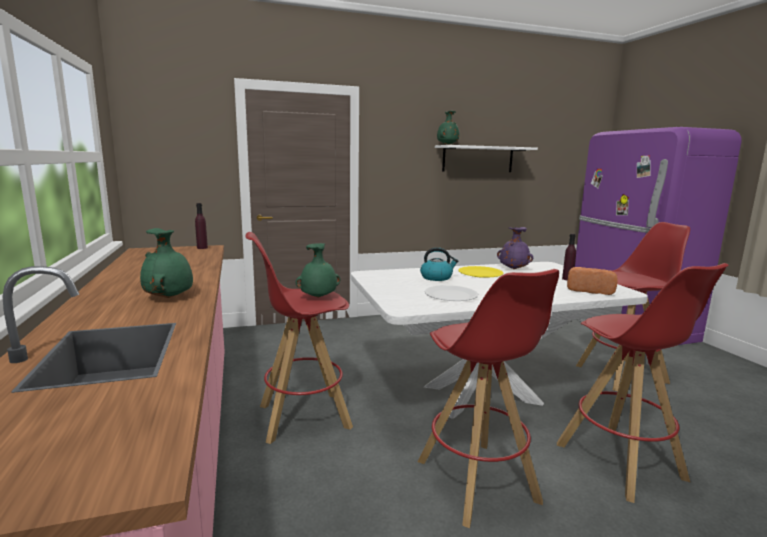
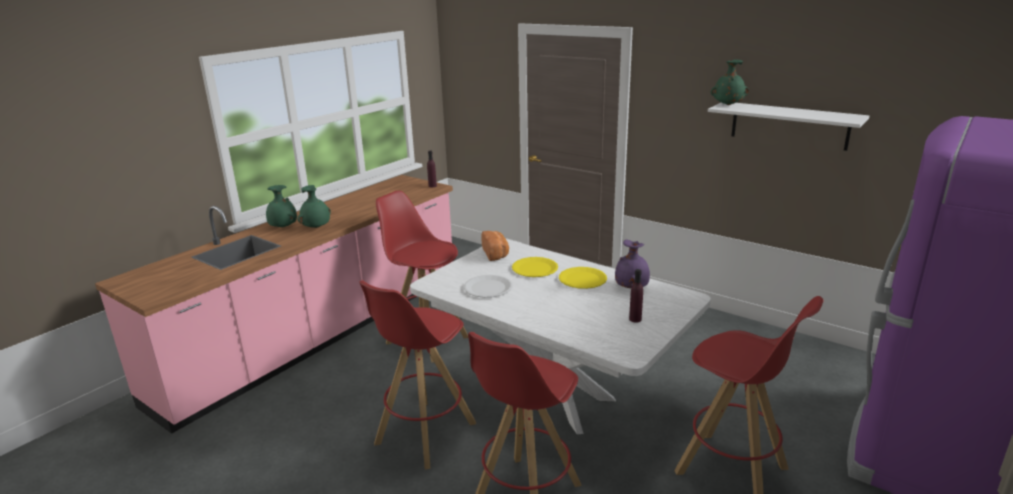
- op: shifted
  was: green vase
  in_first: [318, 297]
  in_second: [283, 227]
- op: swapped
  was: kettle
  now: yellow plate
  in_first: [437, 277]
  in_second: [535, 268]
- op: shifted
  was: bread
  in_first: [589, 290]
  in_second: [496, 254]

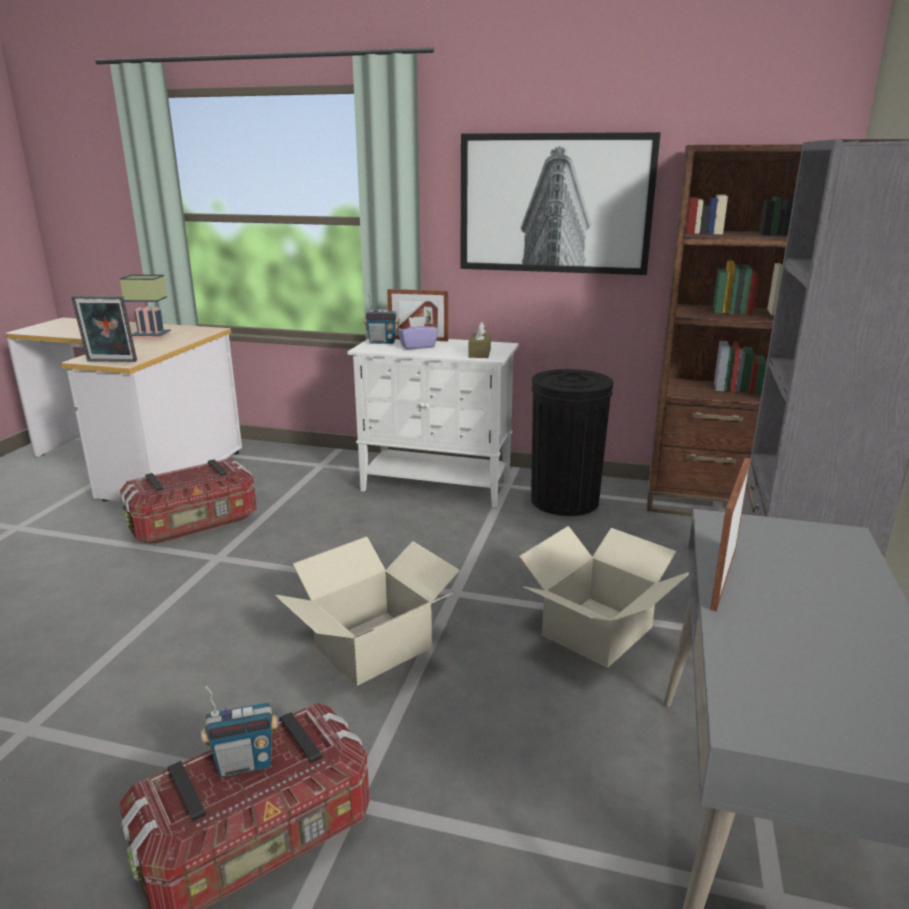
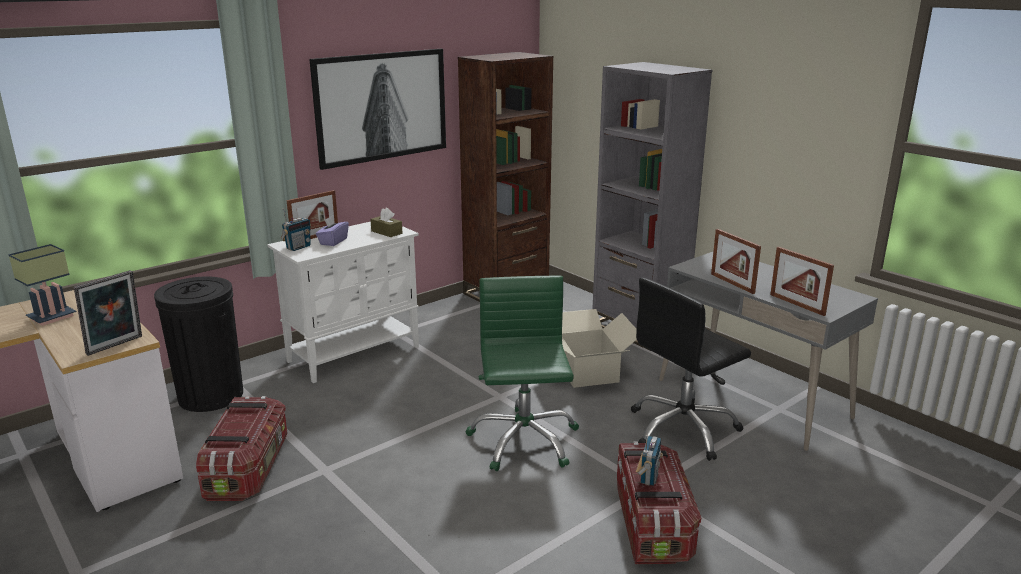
- op: shifted
  was: black trash can
  in_first: [565, 500]
  in_second: [211, 395]
- op: swapped
  was: cardboard box
  now: green office chair
  in_first: [374, 647]
  in_second: [523, 440]
- op: new
  now: picture frame
  in_second: [797, 304]
- op: new
  now: black office chair
  in_second: [683, 429]

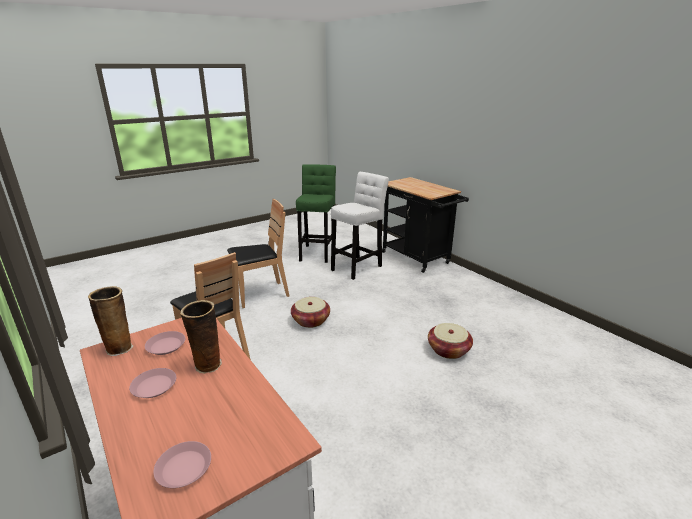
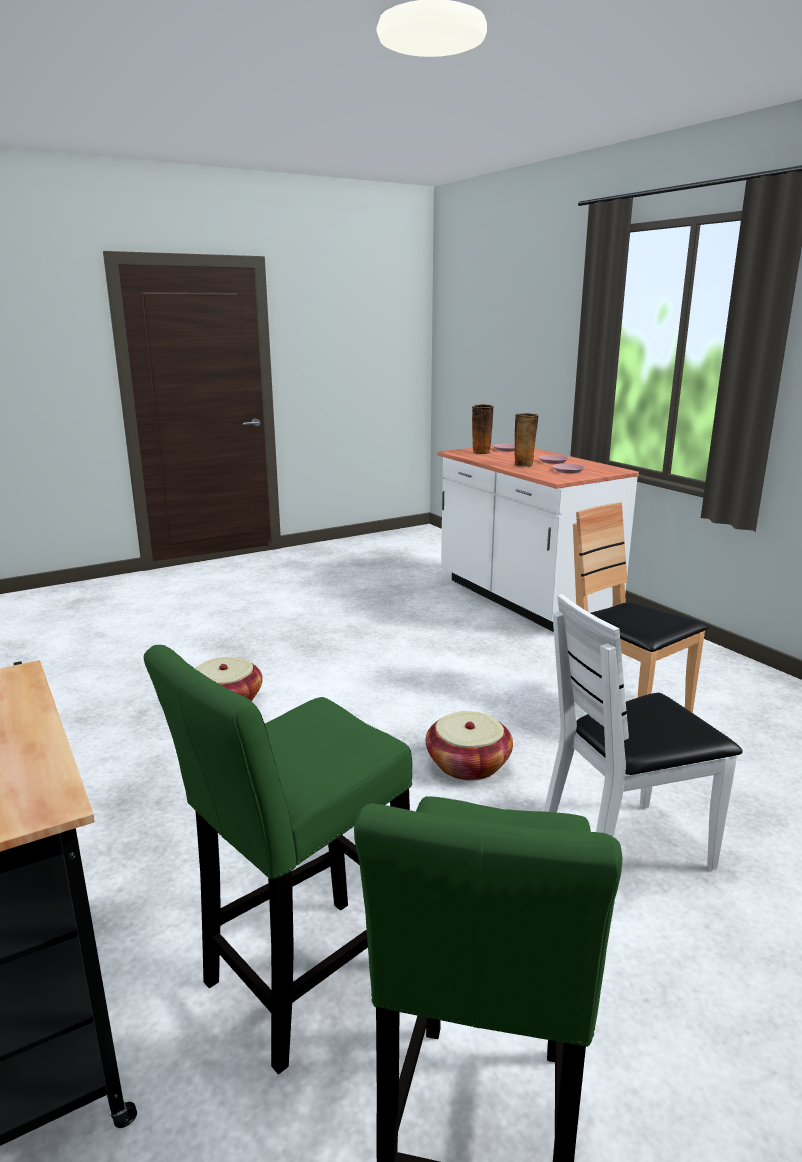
- op: repainted
  was: white stool
  now: green stool
  in_first: [358, 267]
  in_second: [301, 981]
- op: repainted
  was: brown chair
  now: white chair
  in_first: [260, 294]
  in_second: [624, 850]
- op: shifted
  was: vase
  in_first: [120, 347]
  in_second: [481, 453]

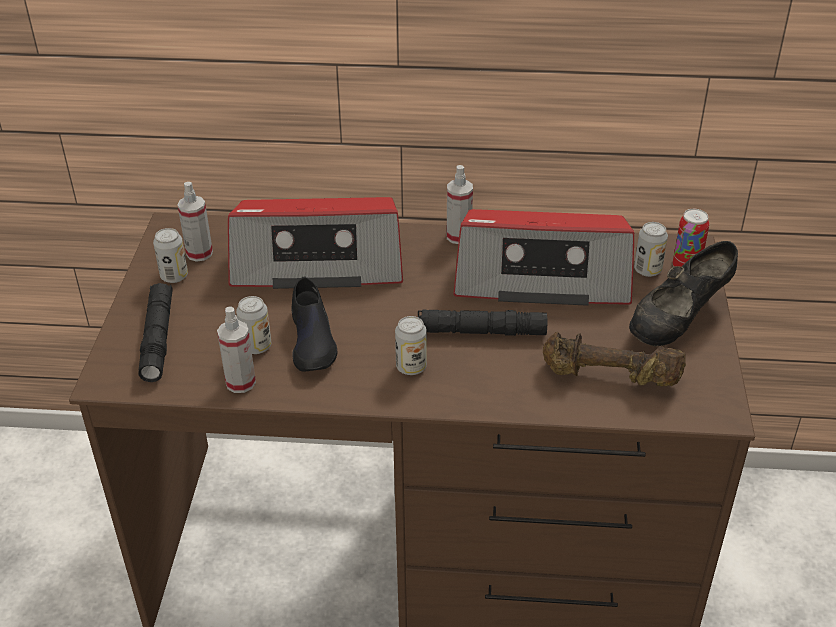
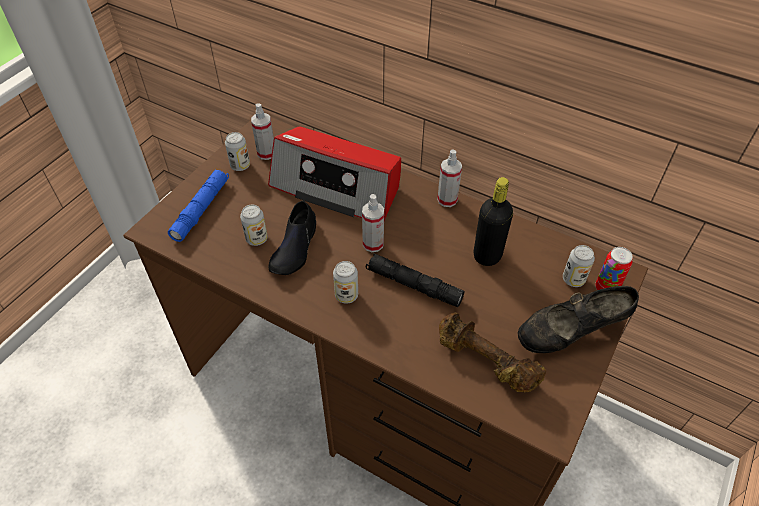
- op: swapped
  was: radio
  now: black bottle
  in_first: [542, 277]
  in_second: [487, 255]
- op: repainted
  was: black flashlight
  now: blue flashlight
  in_first: [158, 338]
  in_second: [201, 209]
- op: shifted
  was: spray bottle
  in_first: [240, 382]
  in_second: [373, 244]

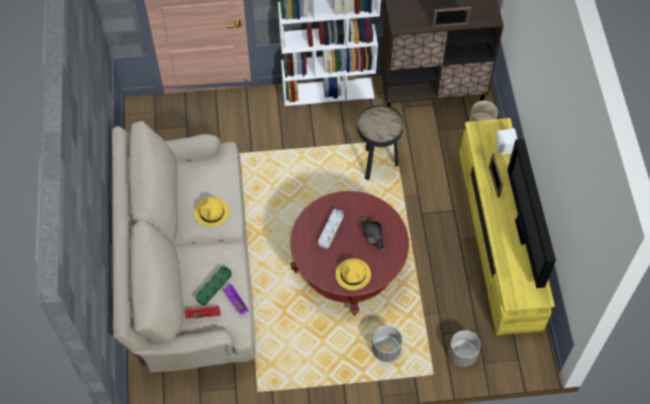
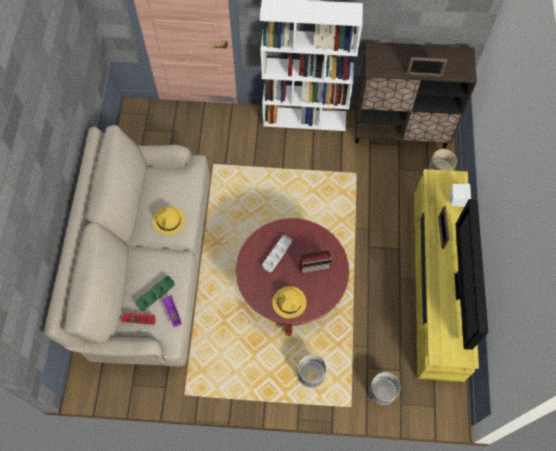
- op: gone
  was: black side table
  in_first: [377, 164]
- op: swapped
  was: black hat
  now: radio
  in_first: [372, 235]
  in_second: [315, 266]

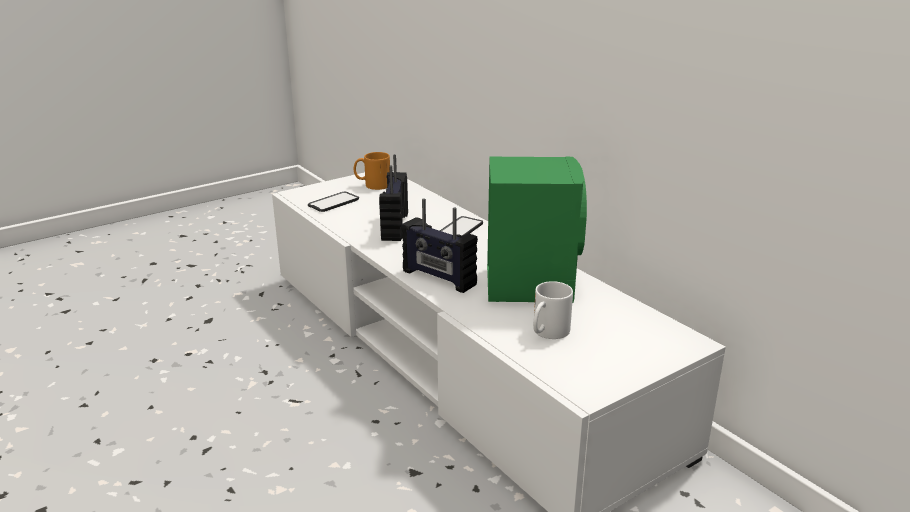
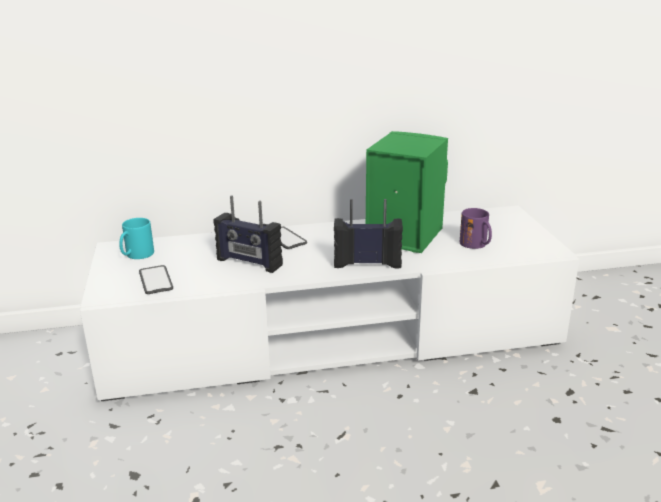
- op: repainted
  was: orange mug
  now: turquoise mug
  in_first: [372, 185]
  in_second: [136, 255]
- op: rotated
  was: radio
  in_first: [438, 278]
  in_second: [367, 263]
  clockwise: -150
- op: repainted
  was: white mug
  now: purple mug
  in_first: [547, 333]
  in_second: [477, 245]

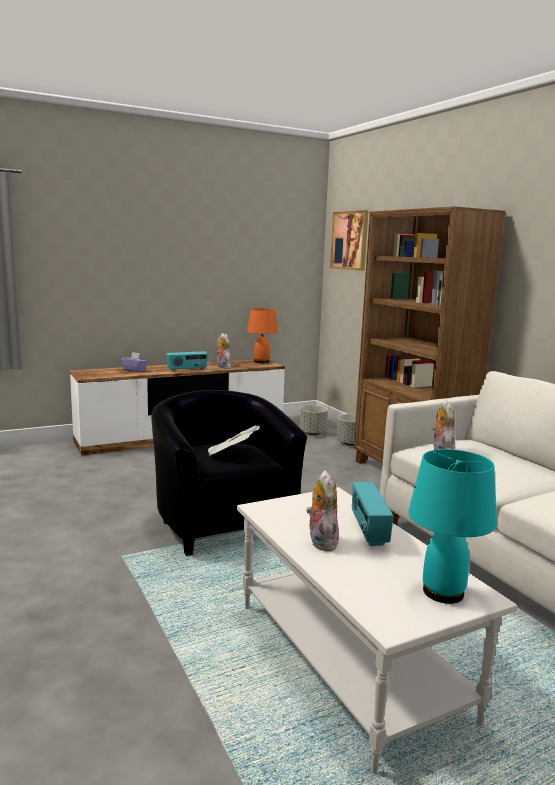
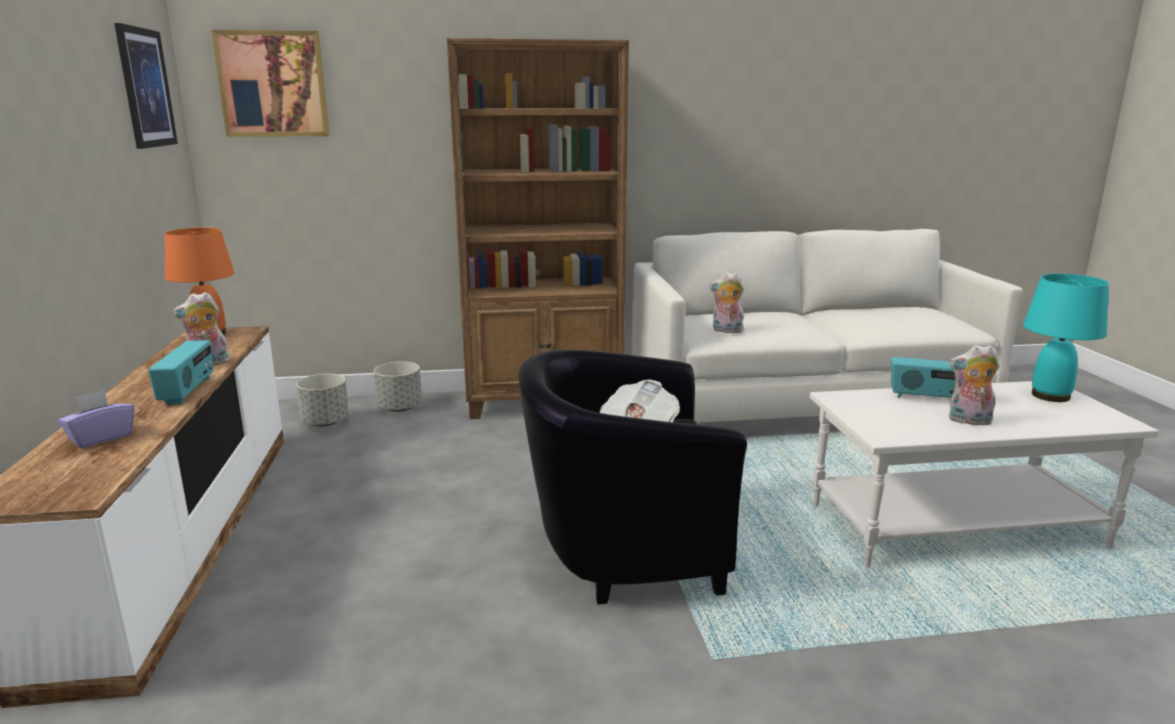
- op: new
  now: picture
  in_second: [145, 88]

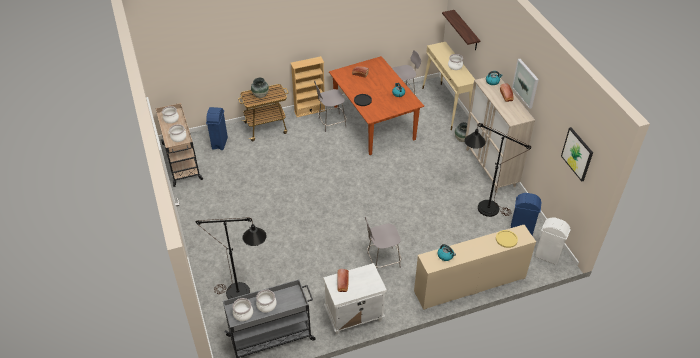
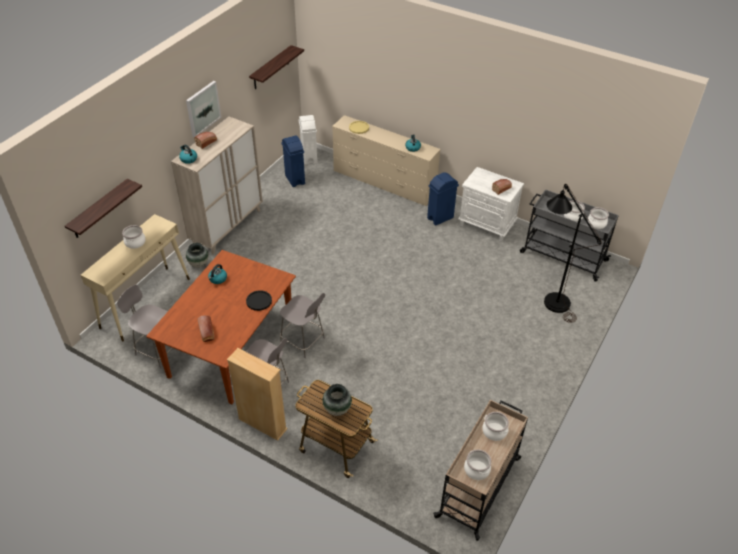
- op: shifted
  was: blue trash can
  in_first: [220, 143]
  in_second: [440, 218]
- op: gone
  was: black floor lamp
  in_first: [482, 207]
- op: swapped
  was: picture
  now: shelf
  in_first: [577, 154]
  in_second: [271, 68]
- op: shifted
  was: grey chair
  in_first: [382, 260]
  in_second: [303, 341]

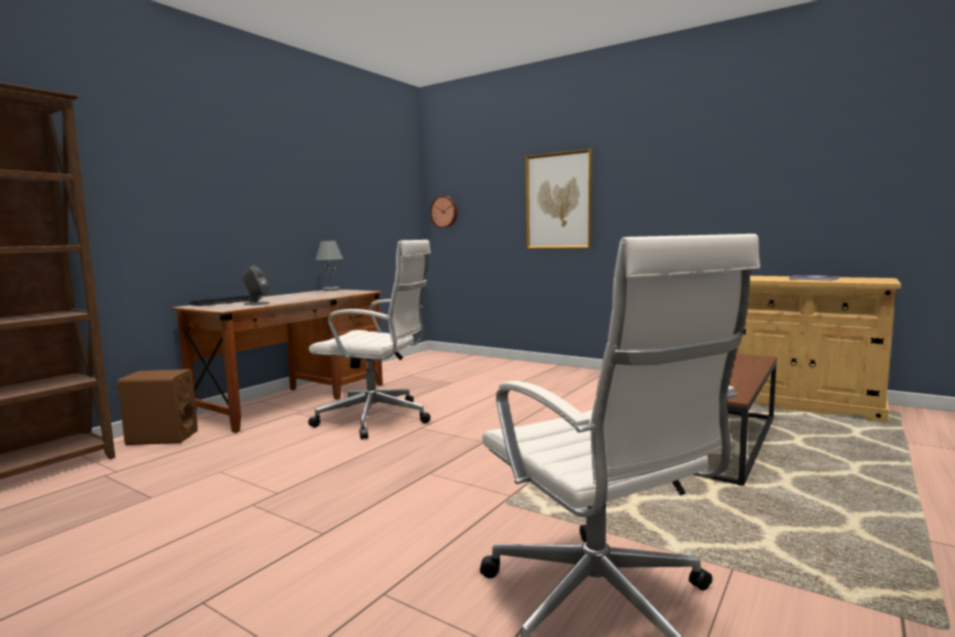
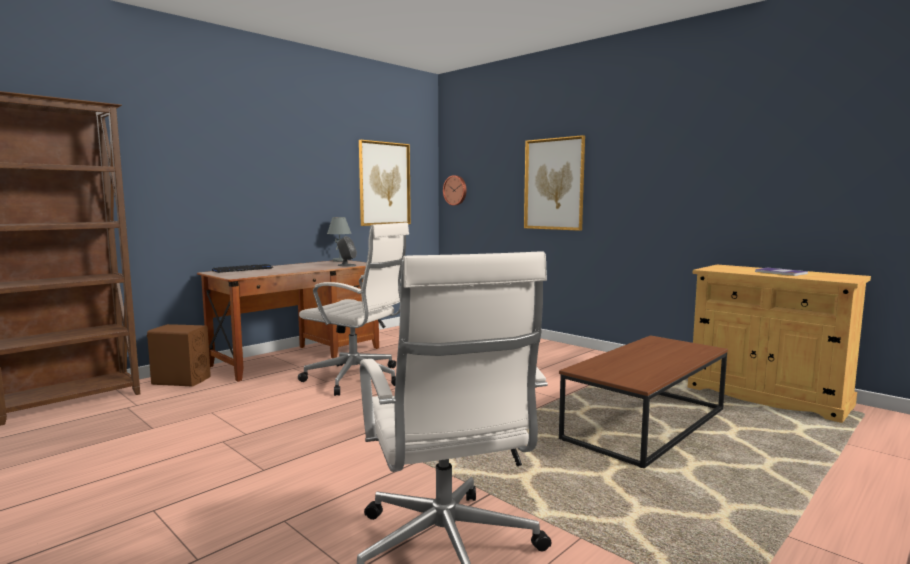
- op: shifted
  was: grey speaker
  in_first: [256, 304]
  in_second: [346, 265]
- op: new
  now: picture
  in_second: [384, 184]

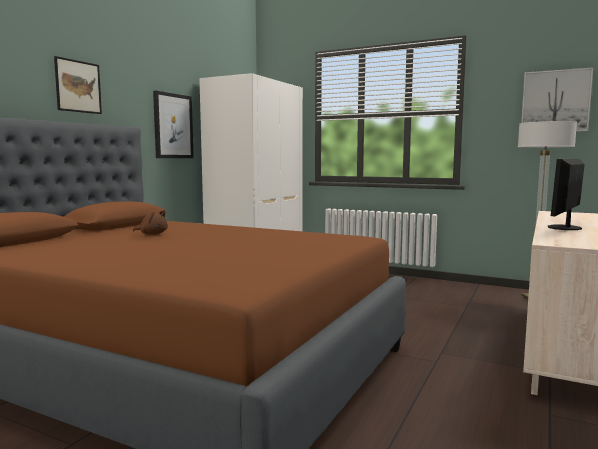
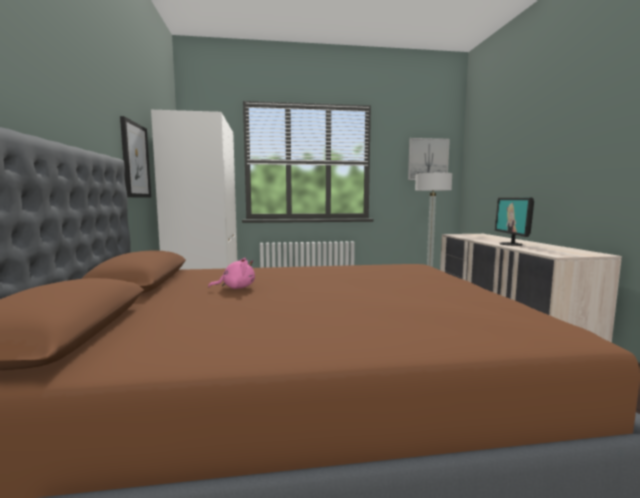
- op: gone
  was: picture
  in_first: [78, 86]
- op: repainted
  was: brown plush toy
  now: pink plush toy
  in_first: [152, 234]
  in_second: [236, 288]

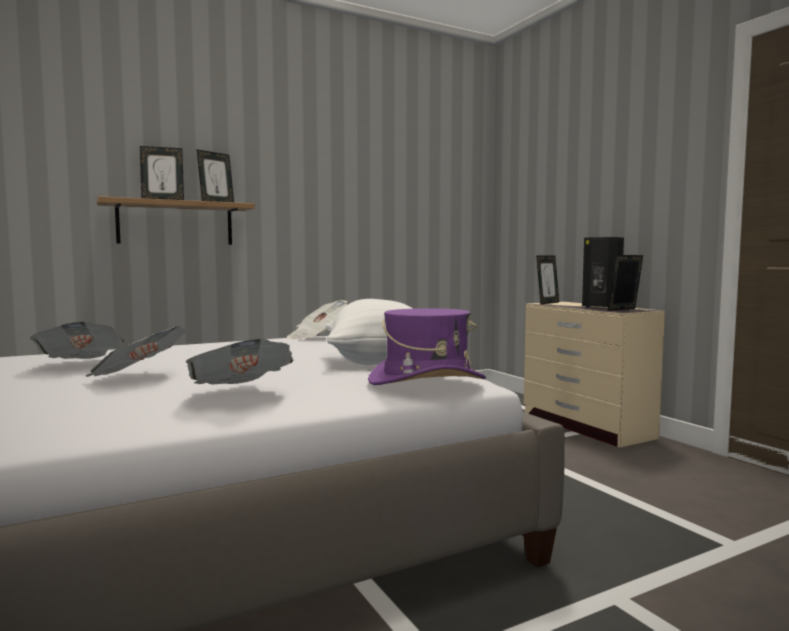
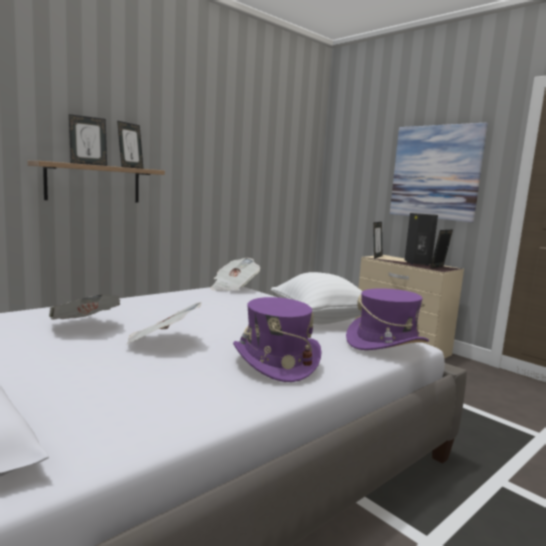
- op: swapped
  was: newspaper
  now: purple hat
  in_first: [241, 394]
  in_second: [275, 362]
- op: new
  now: picture
  in_second: [435, 172]

